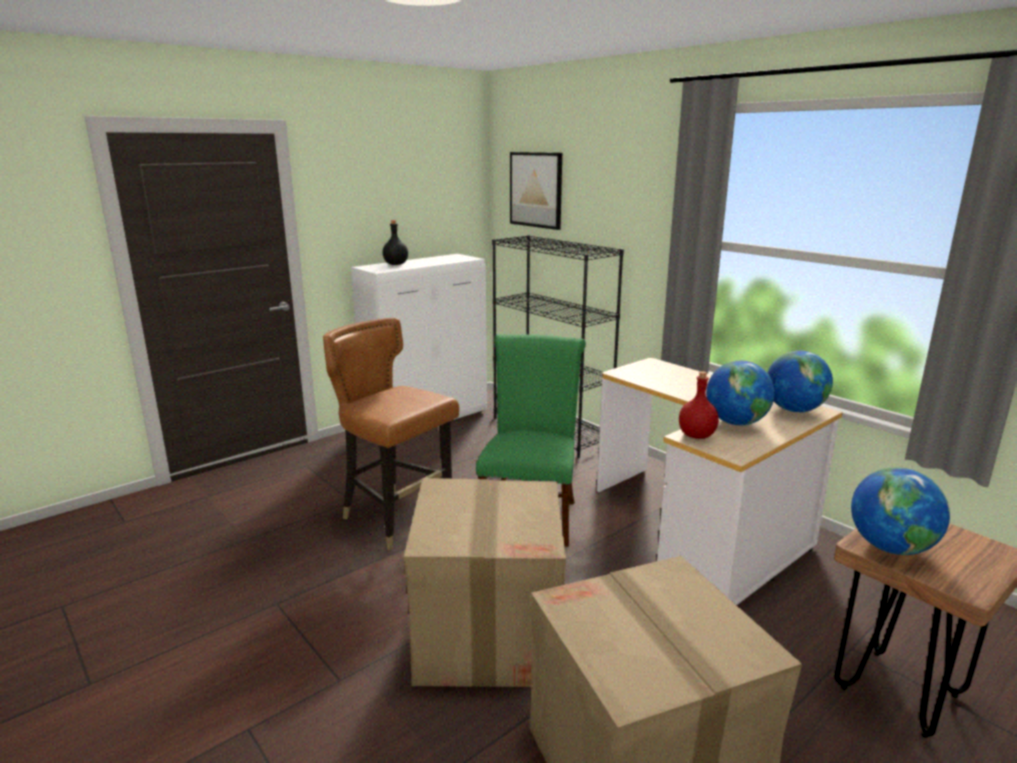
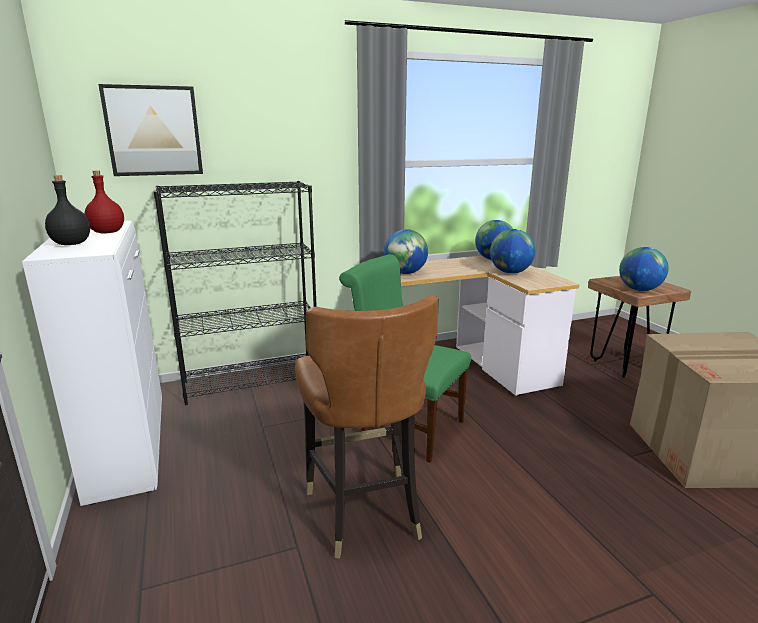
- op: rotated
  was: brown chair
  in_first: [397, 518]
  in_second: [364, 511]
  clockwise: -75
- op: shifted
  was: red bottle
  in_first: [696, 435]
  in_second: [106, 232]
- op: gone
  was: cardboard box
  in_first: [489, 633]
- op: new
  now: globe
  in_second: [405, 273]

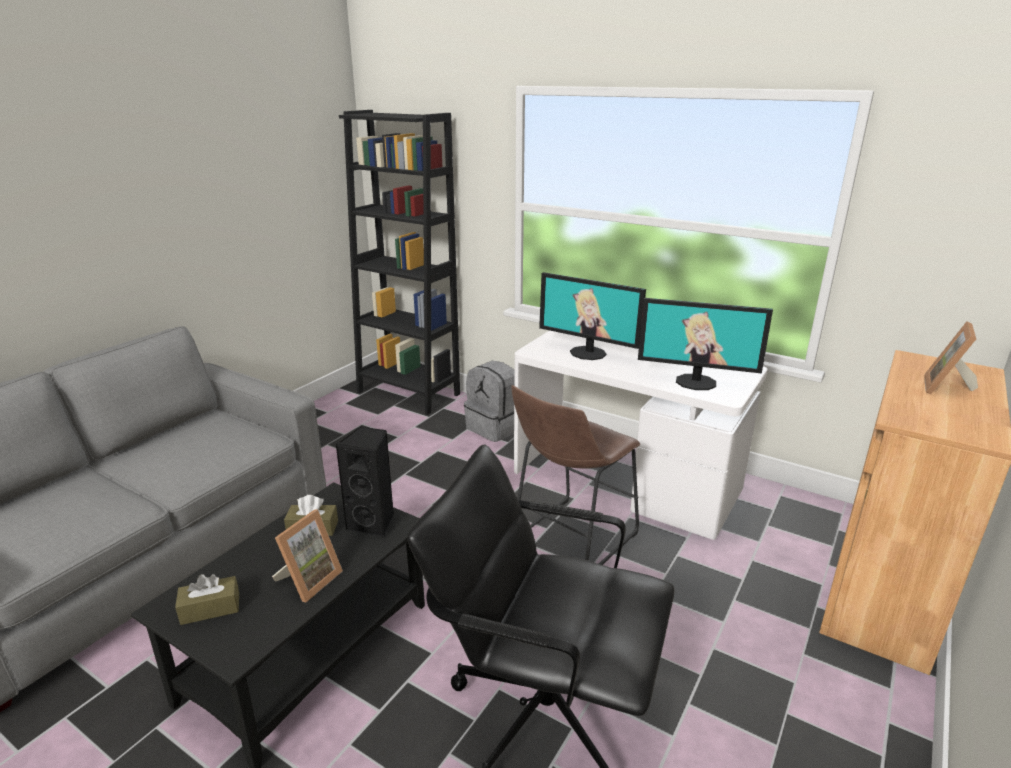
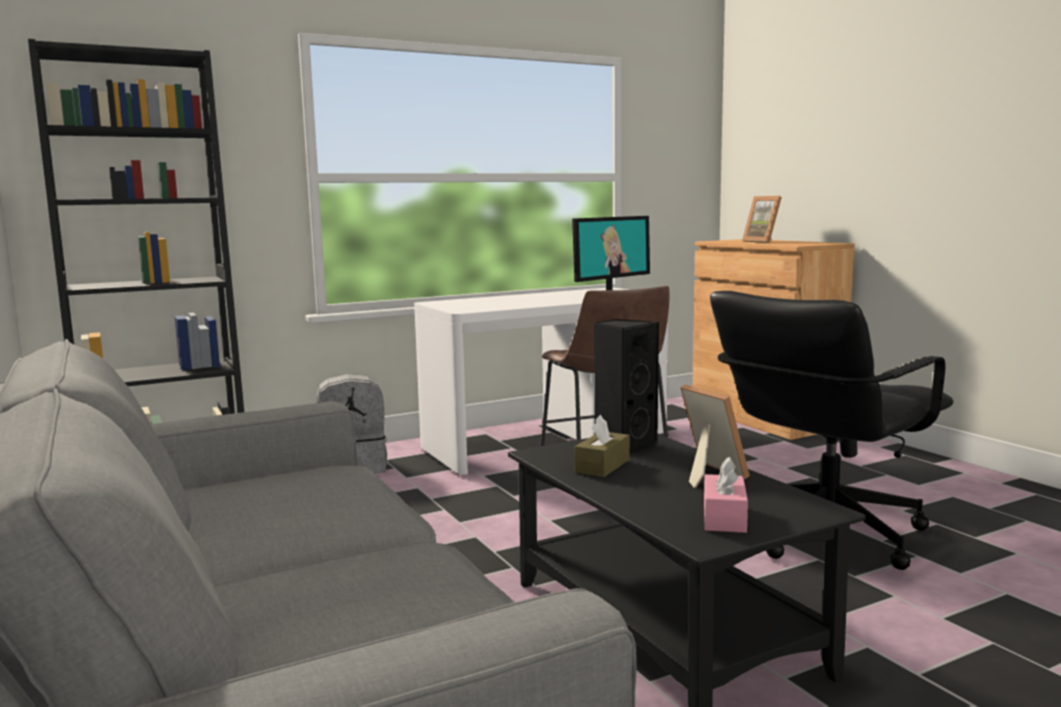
- op: gone
  was: monitor
  in_first: [588, 353]
- op: repainted
  was: brown tissue box
  now: pink tissue box
  in_first: [210, 608]
  in_second: [724, 517]

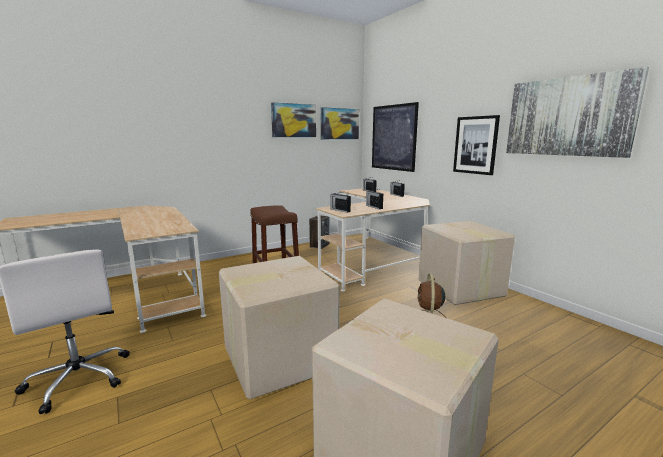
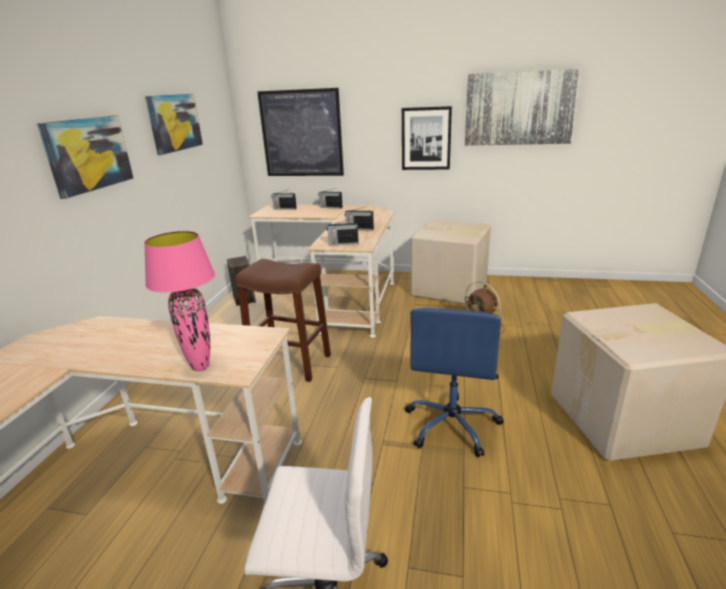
- op: shifted
  was: picture
  in_first: [339, 124]
  in_second: [88, 154]
- op: swapped
  was: cardboard box
  now: blue office chair
  in_first: [277, 358]
  in_second: [452, 424]
- op: new
  now: pink table lamp
  in_second: [201, 366]

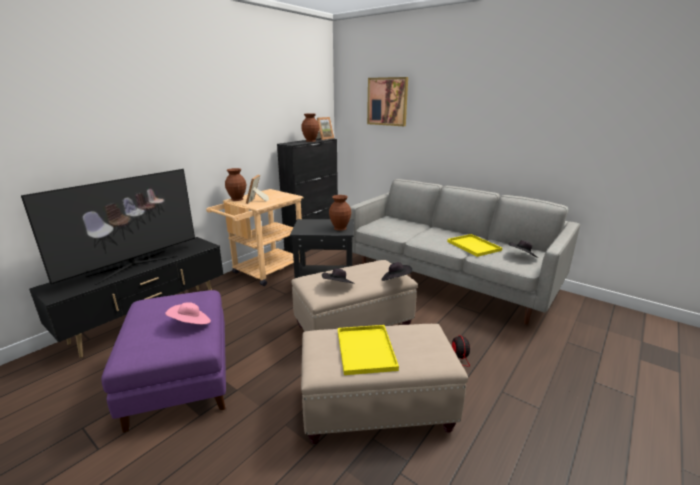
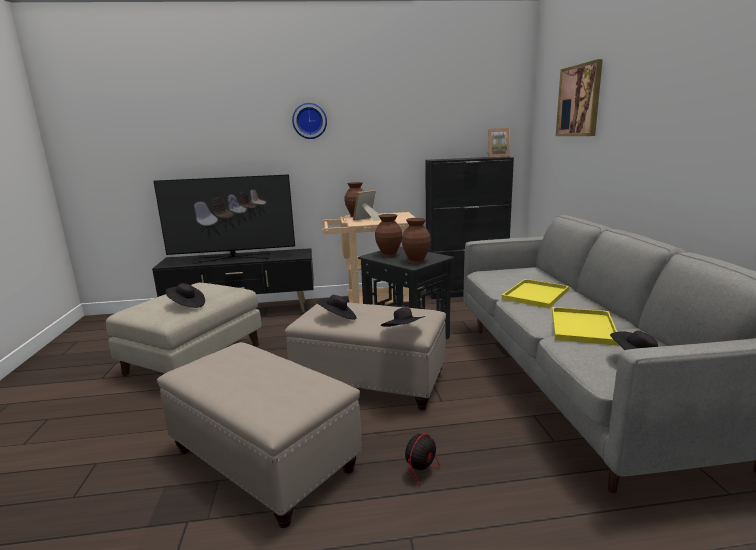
- op: shifted
  was: brown vase
  in_first: [311, 141]
  in_second: [389, 255]
- op: repainted
  was: purple ottoman
  now: beige ottoman
  in_first: [180, 378]
  in_second: [195, 359]
- op: repainted
  was: pink hat
  now: black hat
  in_first: [190, 324]
  in_second: [187, 305]
- op: shifted
  was: yellow tray
  in_first: [364, 349]
  in_second: [535, 294]
- op: new
  now: wall clock
  in_second: [309, 121]

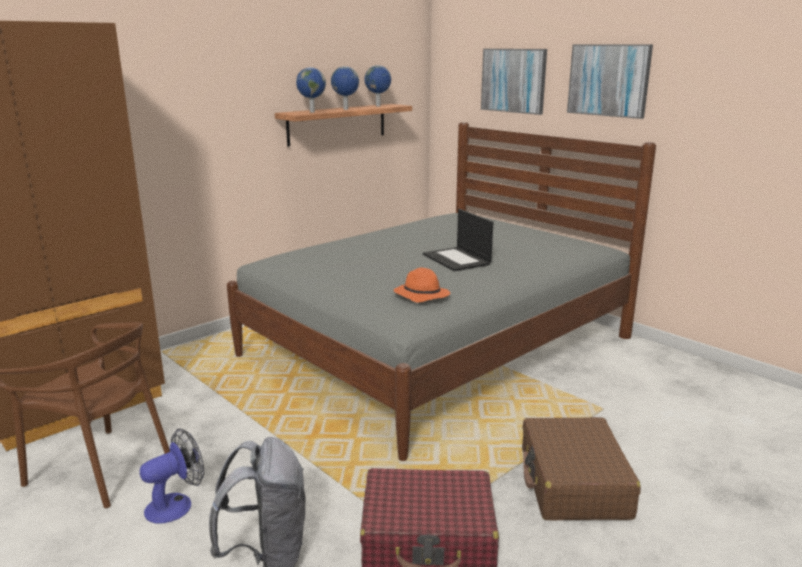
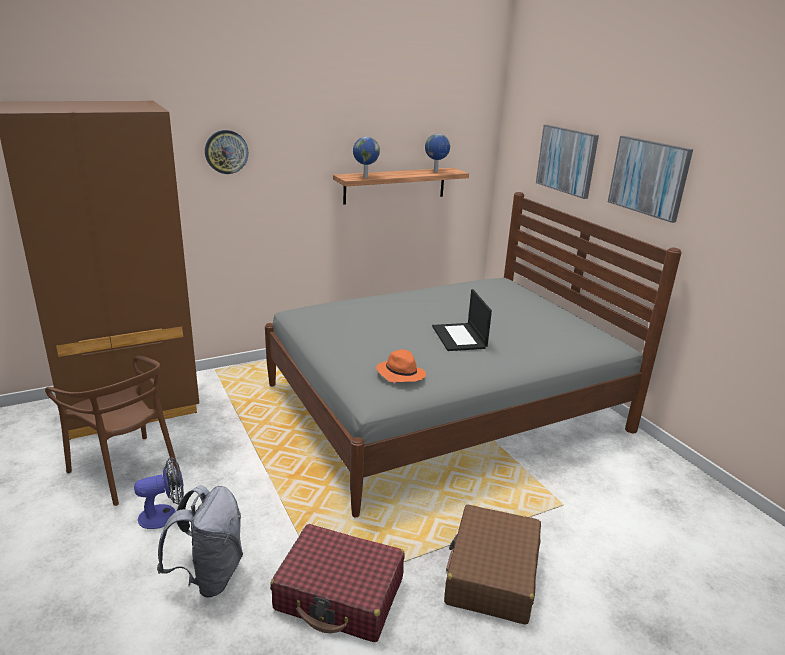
- op: gone
  was: globe
  in_first: [345, 109]
- op: new
  now: wall clock
  in_second: [226, 152]

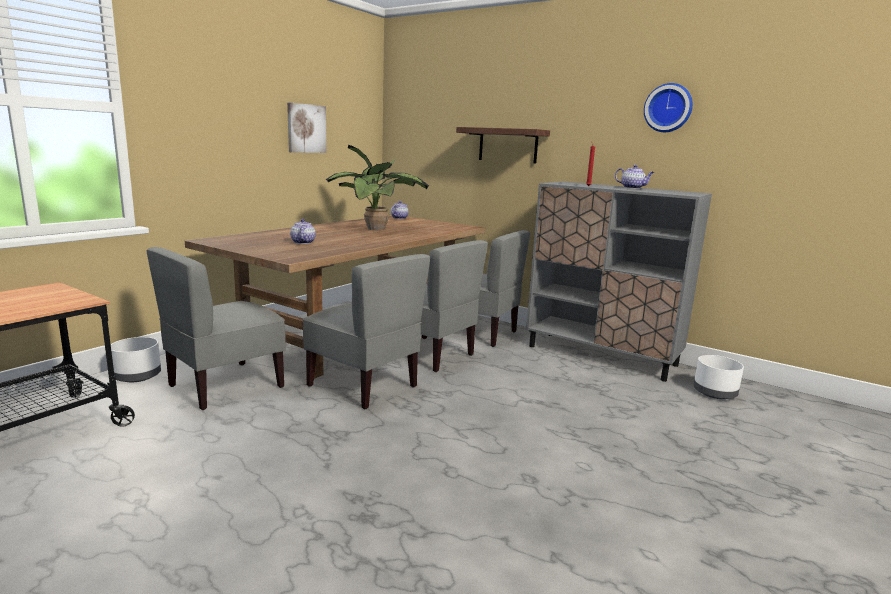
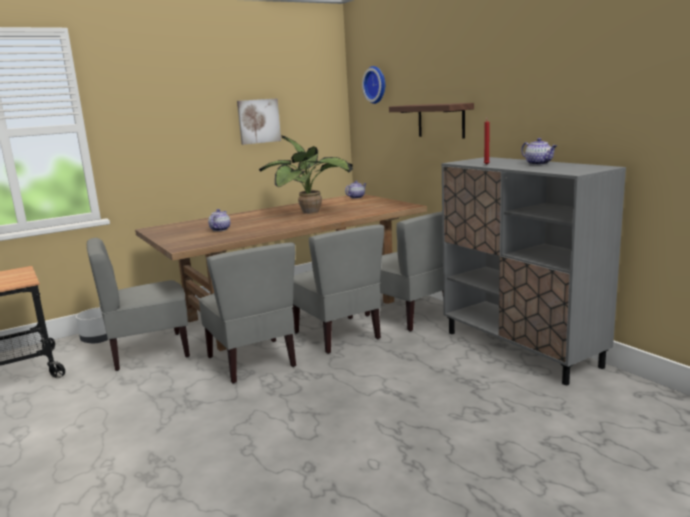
- op: shifted
  was: wall clock
  in_first: [668, 108]
  in_second: [376, 84]
- op: gone
  was: white planter
  in_first: [714, 393]

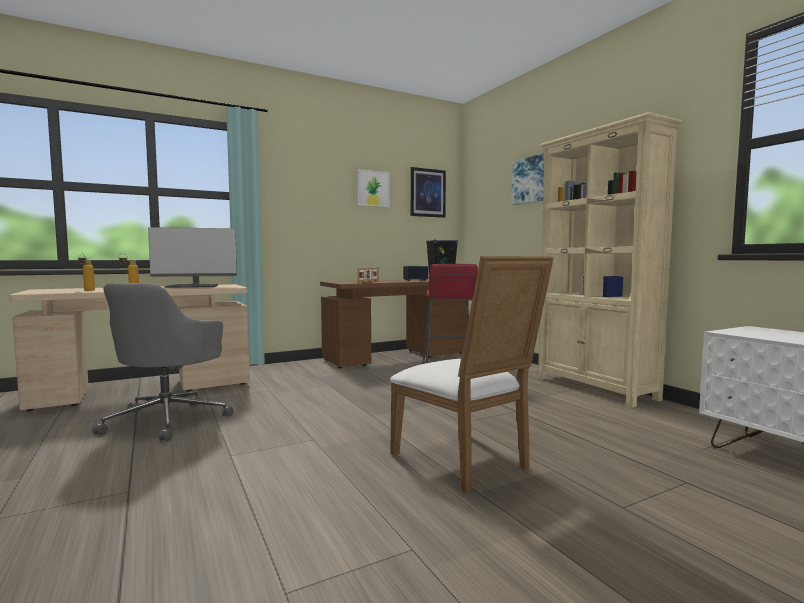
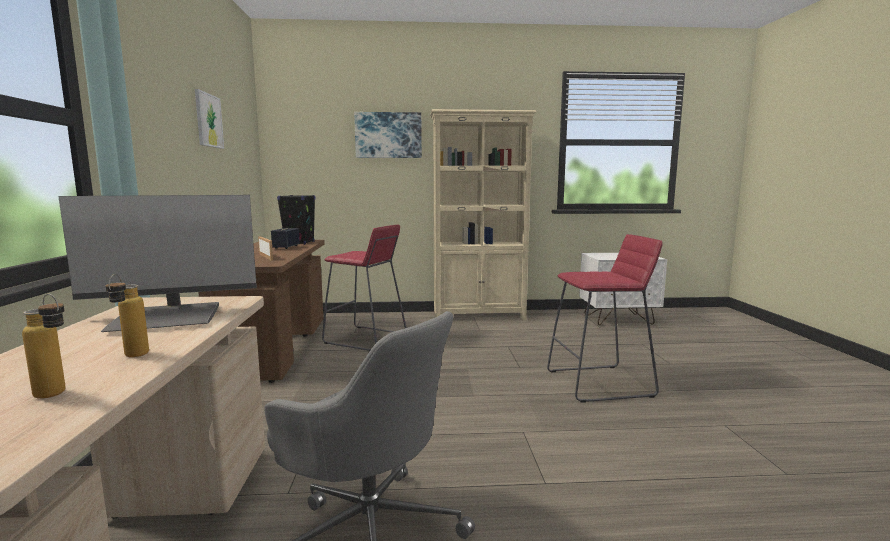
- op: gone
  was: picture
  in_first: [427, 193]
- op: rotated
  was: monitor
  in_first: [193, 287]
  in_second: [168, 318]
  clockwise: 60
- op: swapped
  was: white chair
  now: red stool
  in_first: [466, 462]
  in_second: [600, 383]

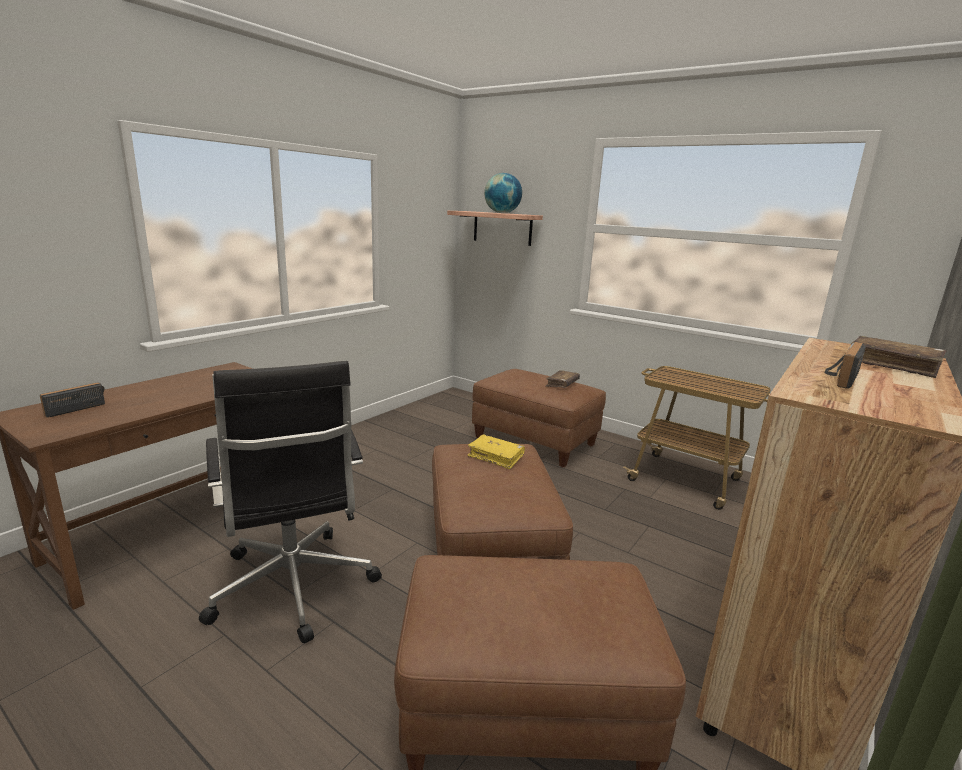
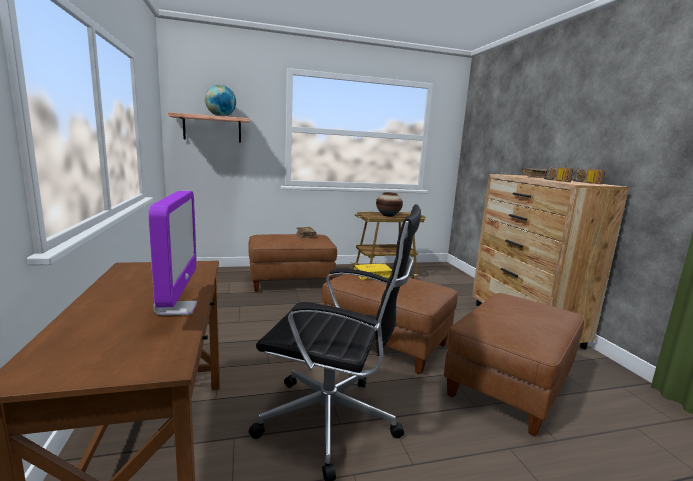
- op: shifted
  was: radio
  in_first: [75, 408]
  in_second: [584, 182]
- op: new
  now: monitor
  in_second: [176, 309]
- op: new
  now: vase
  in_second: [388, 215]

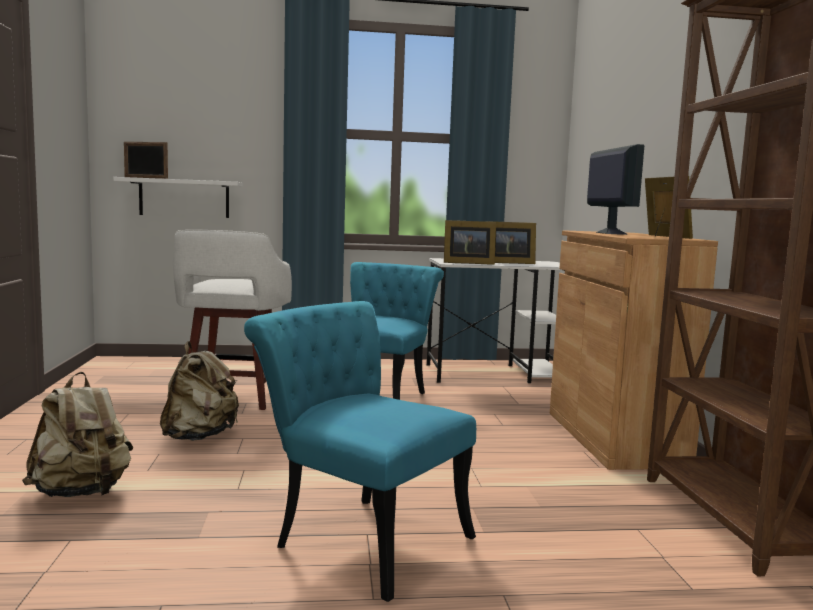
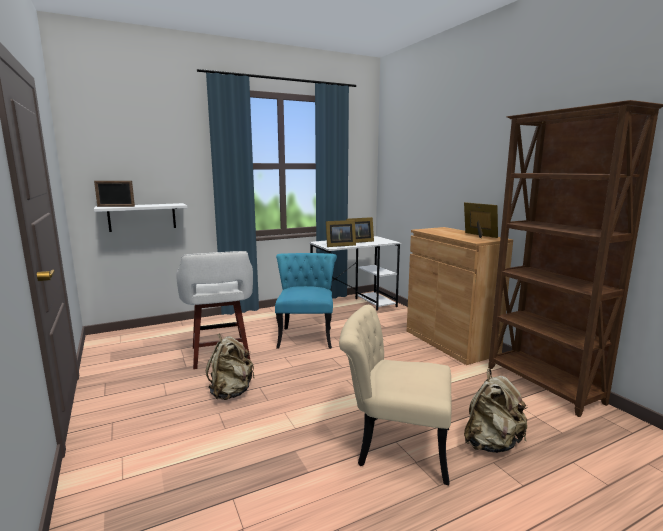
- op: gone
  was: monitor
  in_first: [610, 233]
- op: repainted
  was: turquoise chair
  now: beige chair
  in_first: [359, 537]
  in_second: [393, 445]
- op: shifted
  was: beige backpack
  in_first: [82, 493]
  in_second: [491, 443]

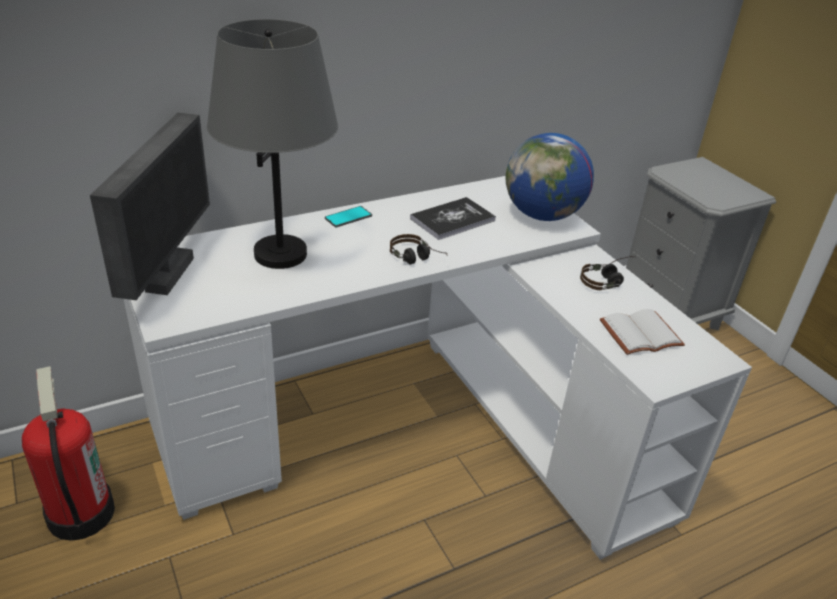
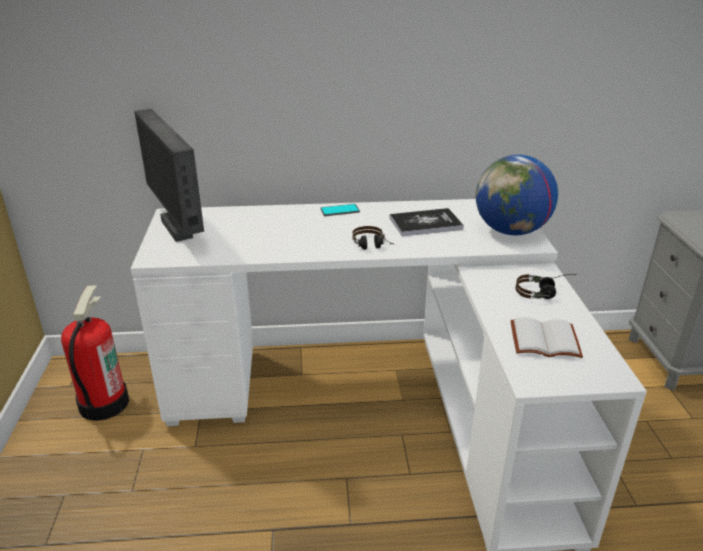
- op: gone
  was: grey table lamp
  in_first: [280, 254]
- op: rotated
  was: monitor
  in_first: [167, 274]
  in_second: [179, 229]
  clockwise: 120

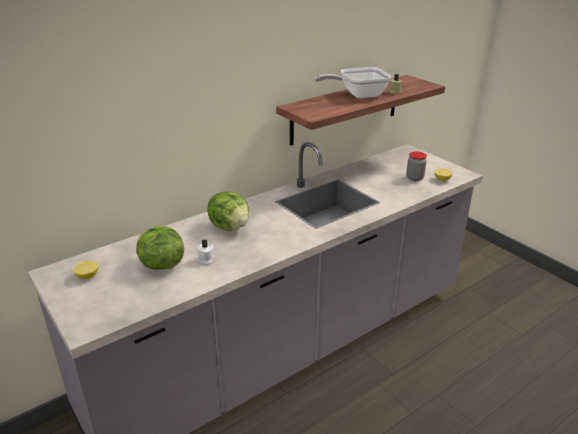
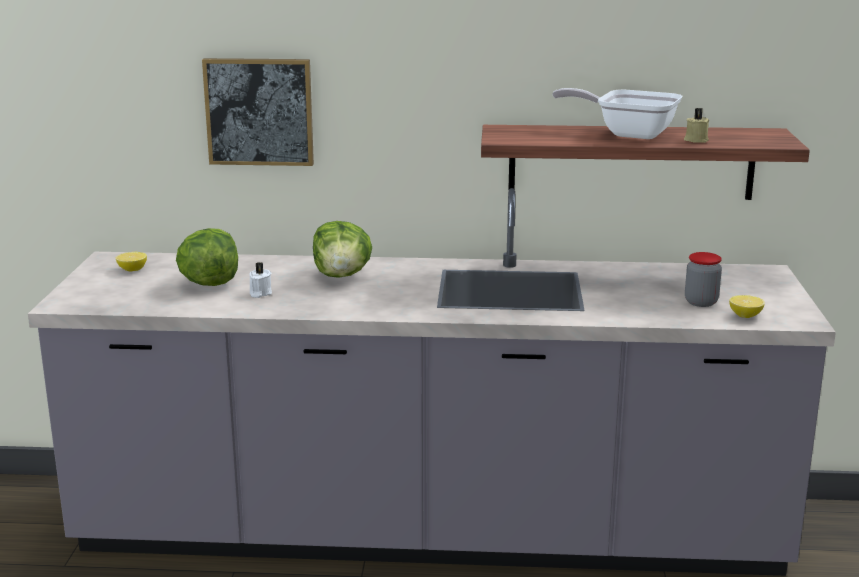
- op: new
  now: picture
  in_second: [259, 111]

